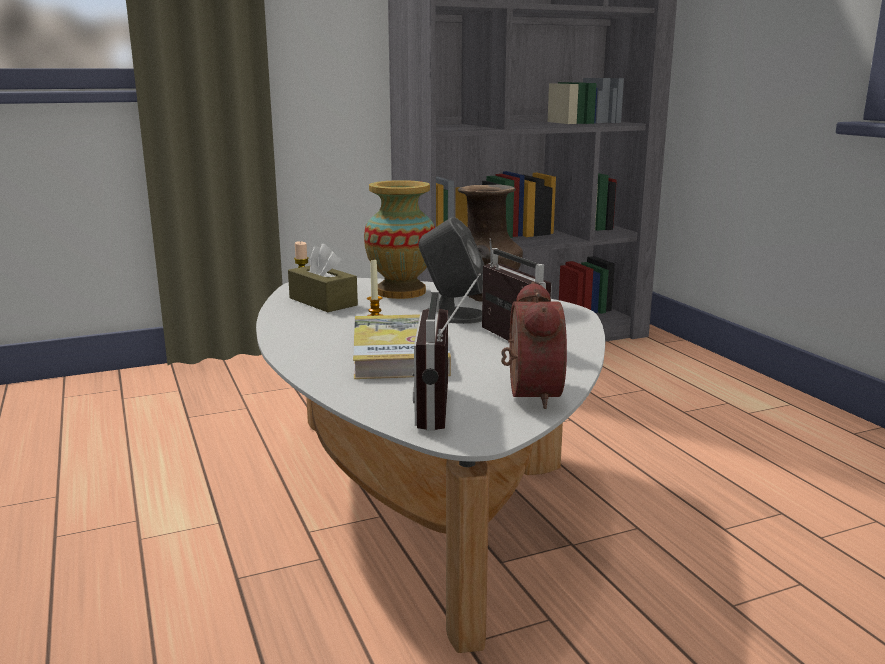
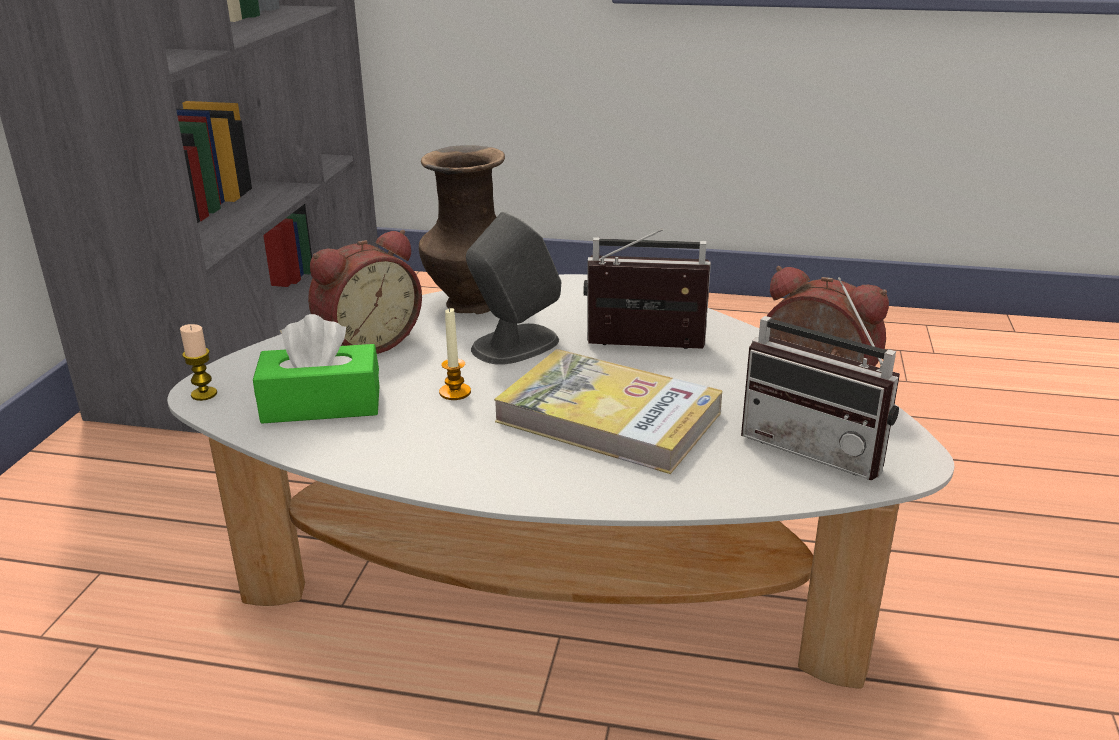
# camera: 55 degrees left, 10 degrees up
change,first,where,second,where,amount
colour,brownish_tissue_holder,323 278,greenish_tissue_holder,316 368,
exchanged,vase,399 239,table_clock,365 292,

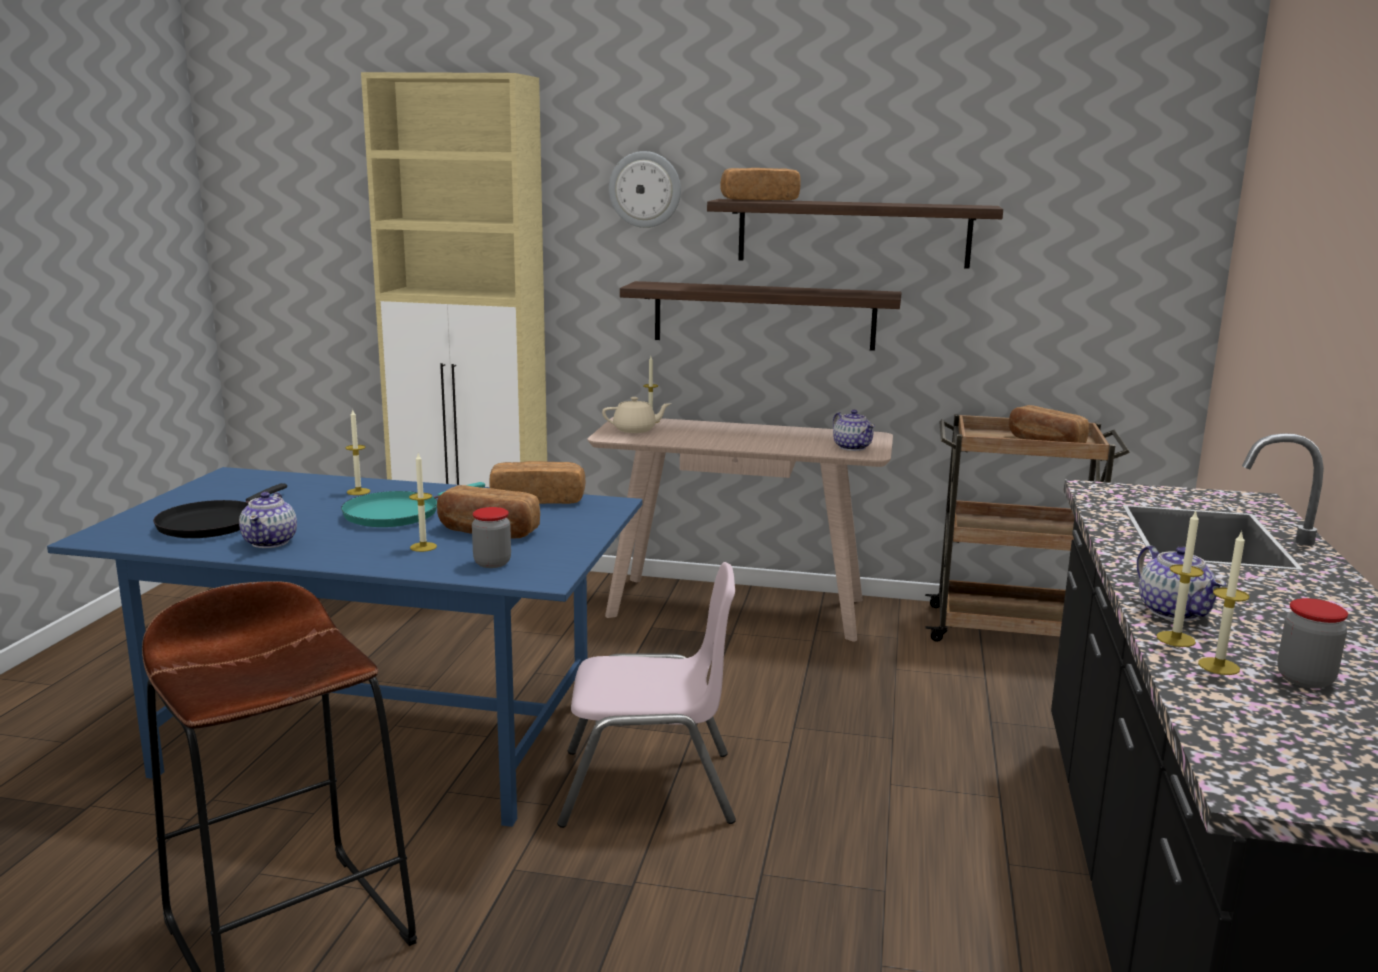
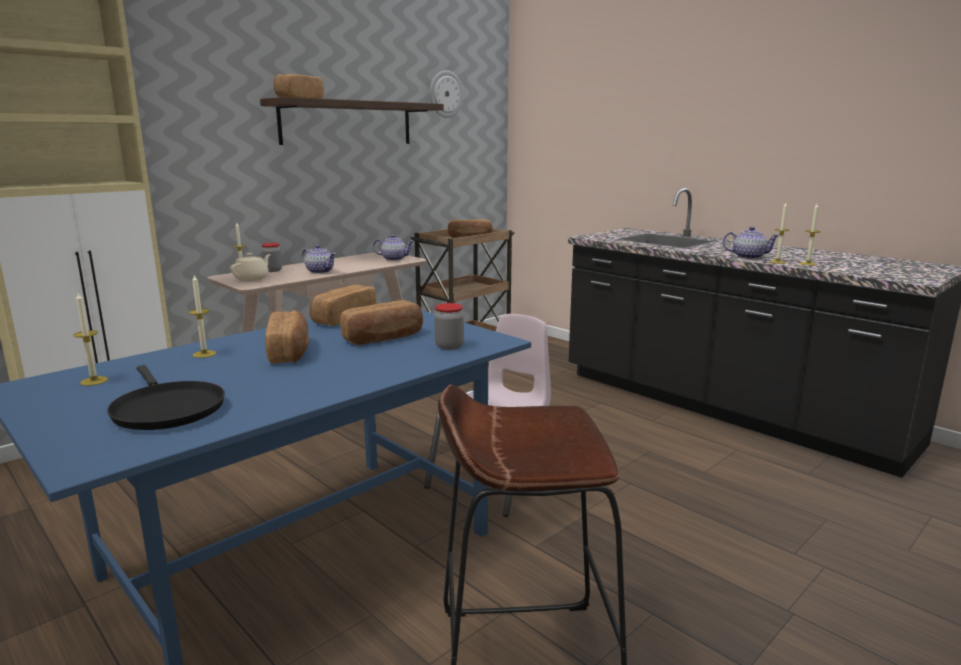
# camera: 55 degrees left, 0 degrees up
change,first,where,second,where,amount
relocated,wax_light,423 502,,90 339,
relocated,storage_jar,1312 643,,271 257,
exchanged,turquoise_frying_pan,413 504,bakery_bread,287 337,
relocated,tea_pot,268 520,,319 259,
relocated,wall_clock,645 189,,446 94,
missing,bracket_shelf,761 316,,,

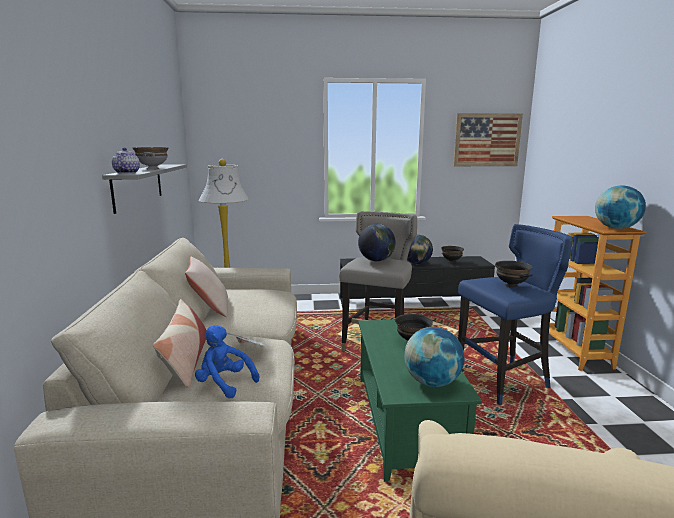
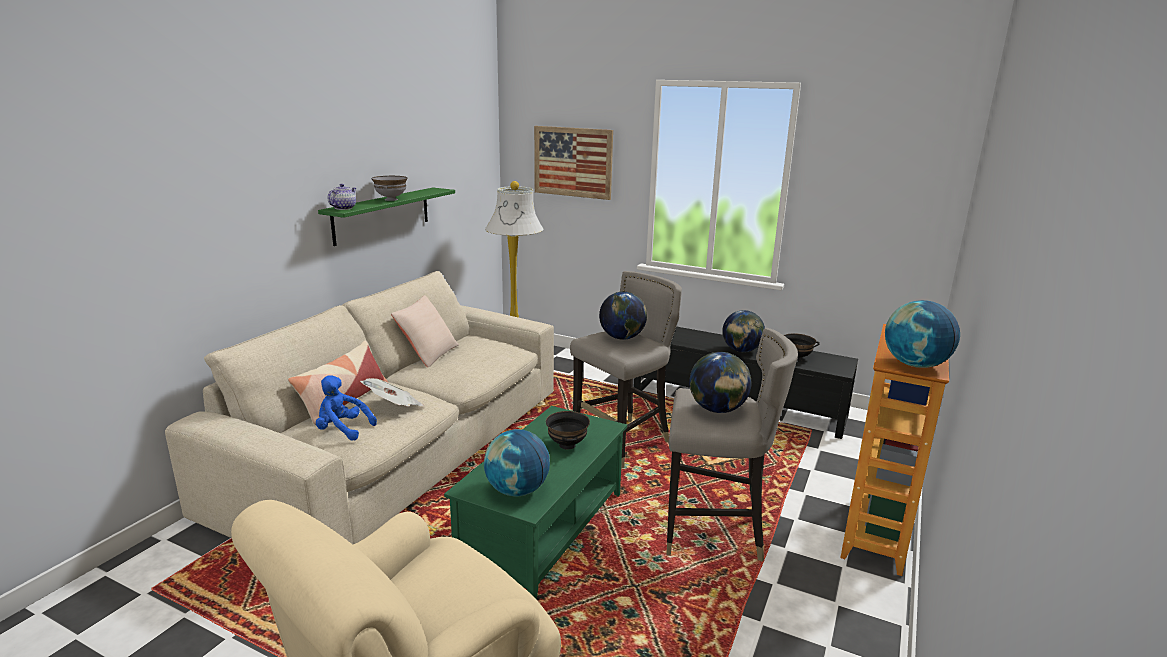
# camera: 30 degrees right, 5 degrees up
change,first,where,second,where,amount
spun,bluish_plush_toy,227 361,,346 408,45 degrees counterclockwise
colour,grey_bracket_shelf,144 189,greenish_bracket_shelf,386 217,
relocated,wall_picture,488 139,,573 163,
colour,bluish_stool,515 314,grey_stool,732 445,
exchanged,blackish_deep_dish,514 274,world_globe,720 382,

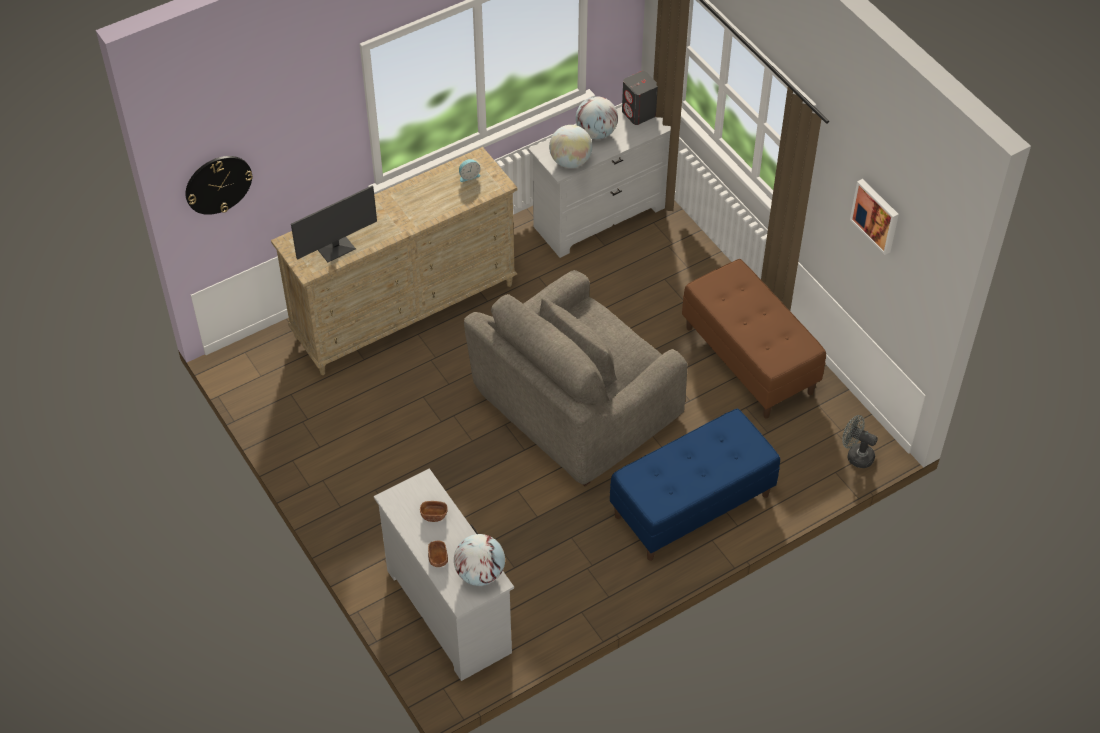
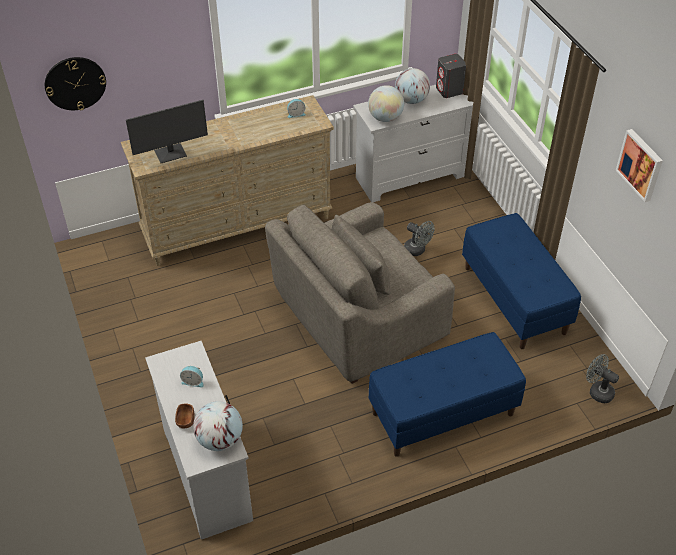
# camera: 10 degrees right, 5 degrees down
change,first,where,second,where,amount
exchanged,brownish_deep_dish,434 511,table_clock,192 377,
appeared,,,grey_fan,419 238,
colour,brownish_indoor_bench,754 339,bluish_indoor_bench,521 281,

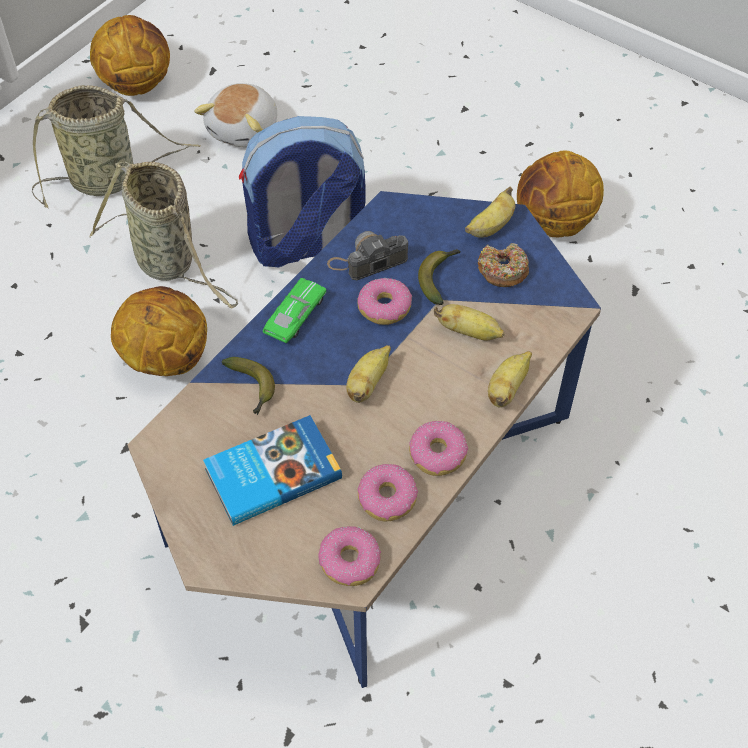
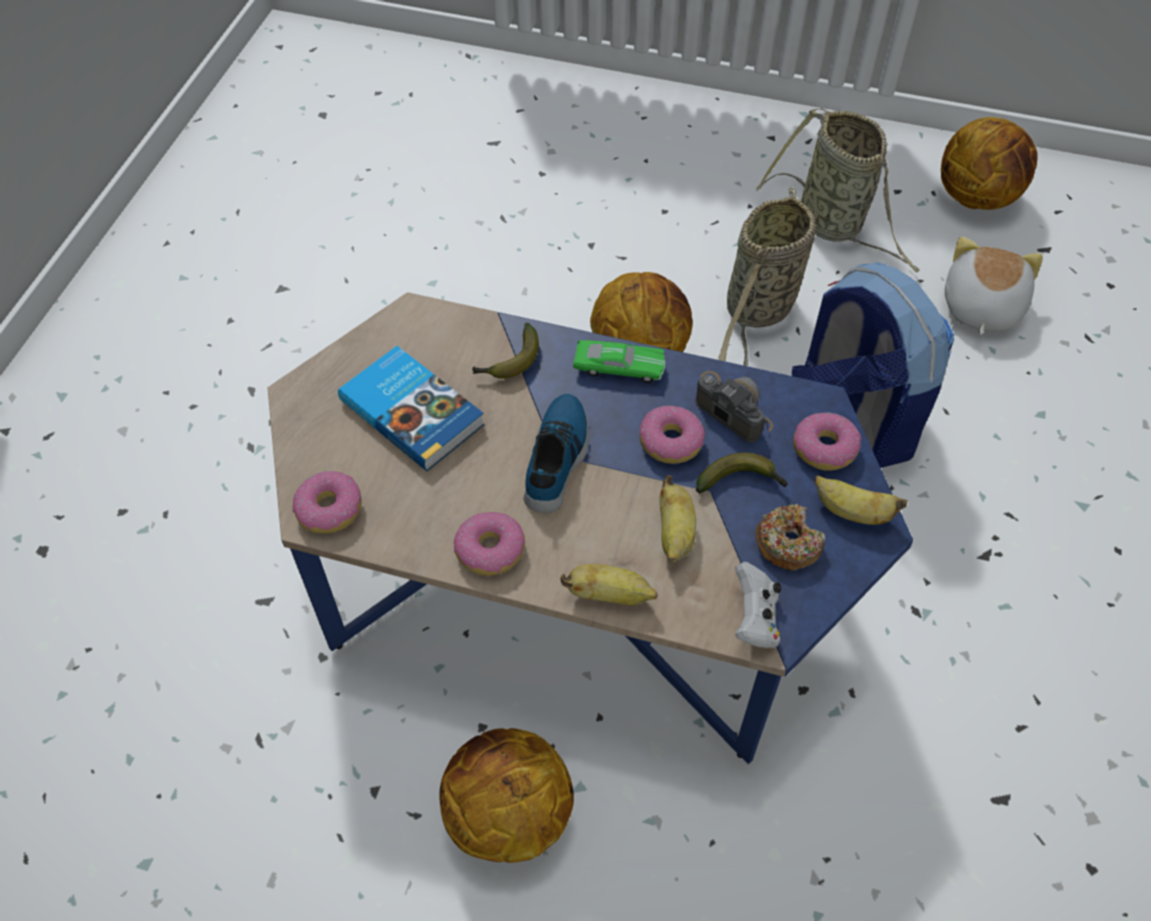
# camera: 70 degrees right, 0 degrees up
change,first,where,second,where,amount
relocated,basketball,560 193,,506 795,
exchanged,banana,368 374,shoe,556 453,
appeared,,,whitish_gamepad,758 605,
relocated,doughnut,388 493,,827 441,
spun,plush_toy,235 115,,994 285,105 degrees clockwise

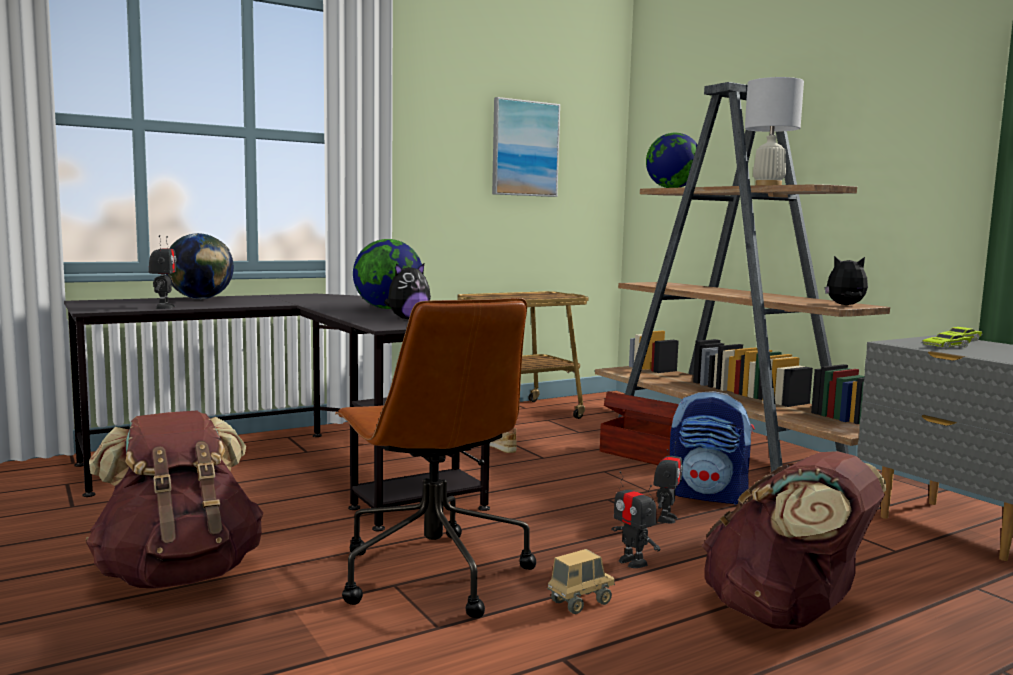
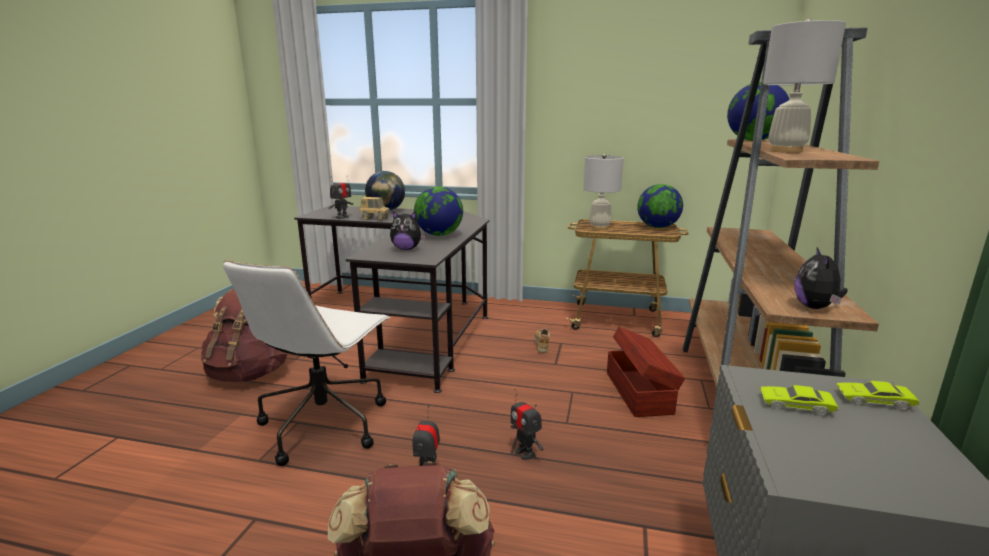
# camera: 45 degrees right, 10 degrees up
change,first,where,second,where,amount
colour,brownish_desk_chair,435 458,whitish_desk_chair,306 363,
relocated,model_truck,581 581,,374 209,
spun,toy_robot,668 482,,527 424,75 degrees clockwise
appeared,,,whitish_tabletop_lamp,603 192,
appeared,,,world_globe,660 206,
spun,plush_toy,846 280,,821 278,135 degrees counterclockwise
missing,wall_picture,526 147,,,
missing,knapsack,712 448,,,

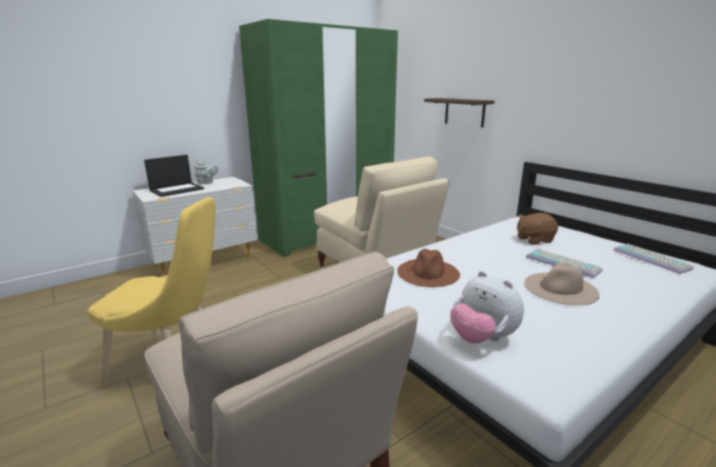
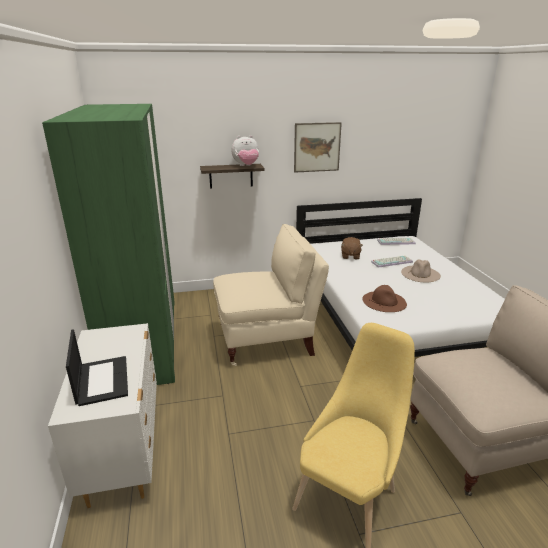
# camera: 65 degrees left, 5 degrees up
change,first,where,second,where,amount
relocated,plush_toy,487 307,,245 150,
appeared,,,wall_picture,318 147,
missing,grey_tea_pot,206 173,,,

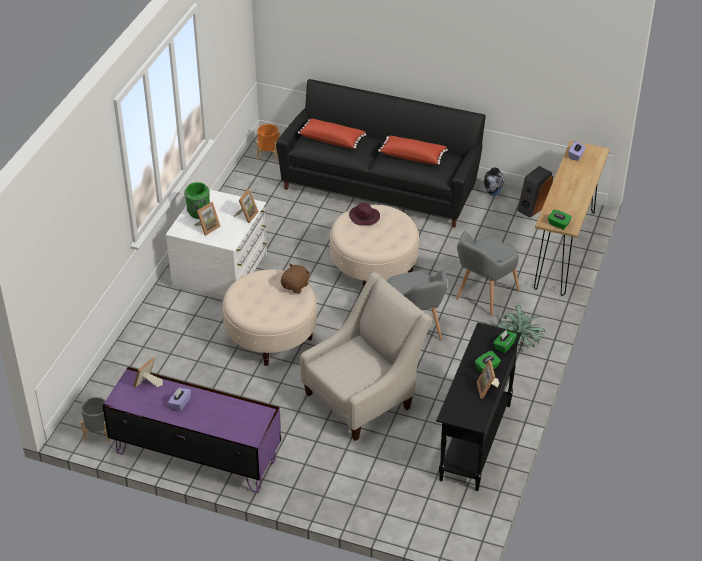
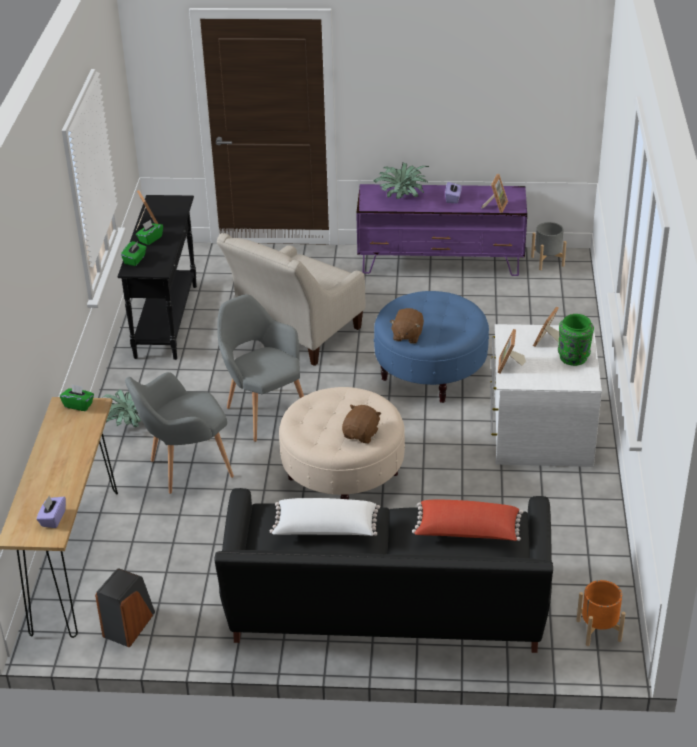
# camera: 165 degrees right, 5 degrees down
change,first,where,second,where,amount
spun,grey_easy_chair,488 273,,179 433,135 degrees counterclockwise
colour,reddish_cushion,413 150,whitish_cushion,325 517,
exchanged,purple_wearable_hat,364 214,brownish_plush_toy,361 423,
appeared,,,potted_plant,401 181,
colour,sand-coloured_ottoman,269 317,bluish_ottoman,431 347,
missing,vase,494 182,,,

